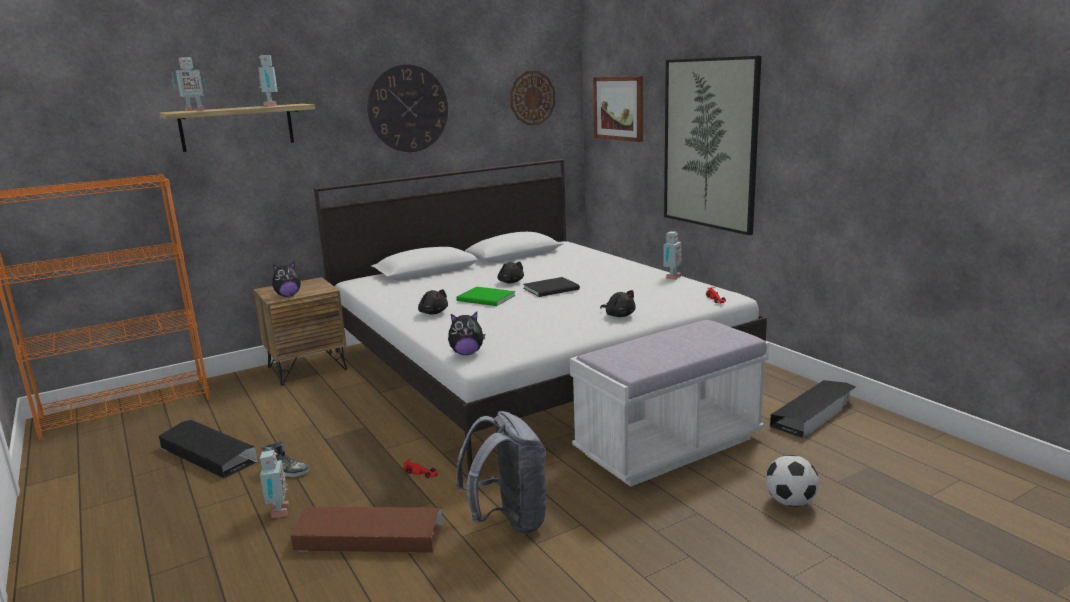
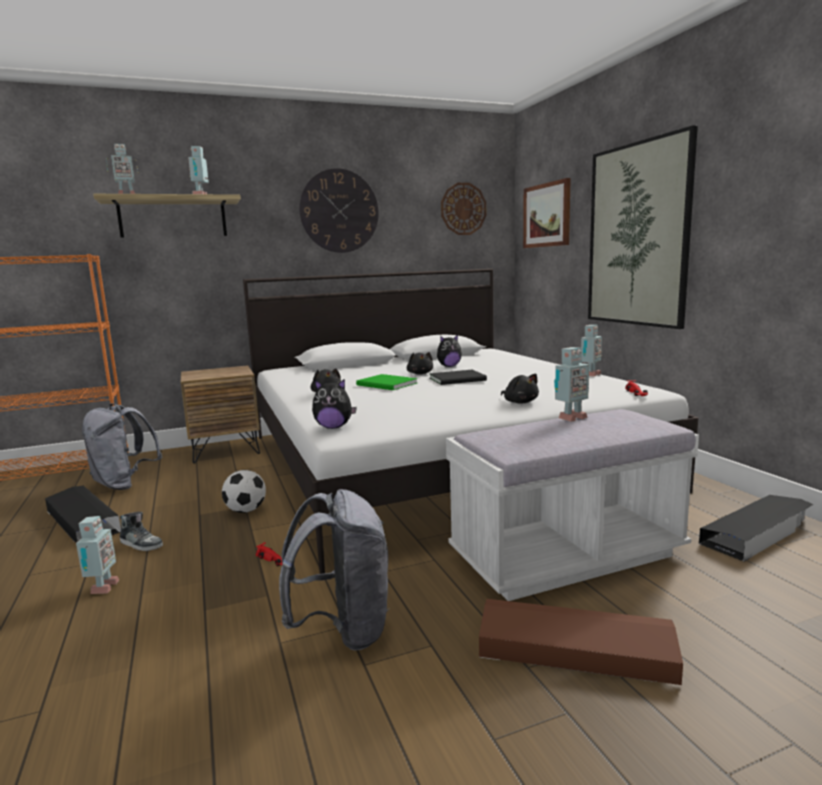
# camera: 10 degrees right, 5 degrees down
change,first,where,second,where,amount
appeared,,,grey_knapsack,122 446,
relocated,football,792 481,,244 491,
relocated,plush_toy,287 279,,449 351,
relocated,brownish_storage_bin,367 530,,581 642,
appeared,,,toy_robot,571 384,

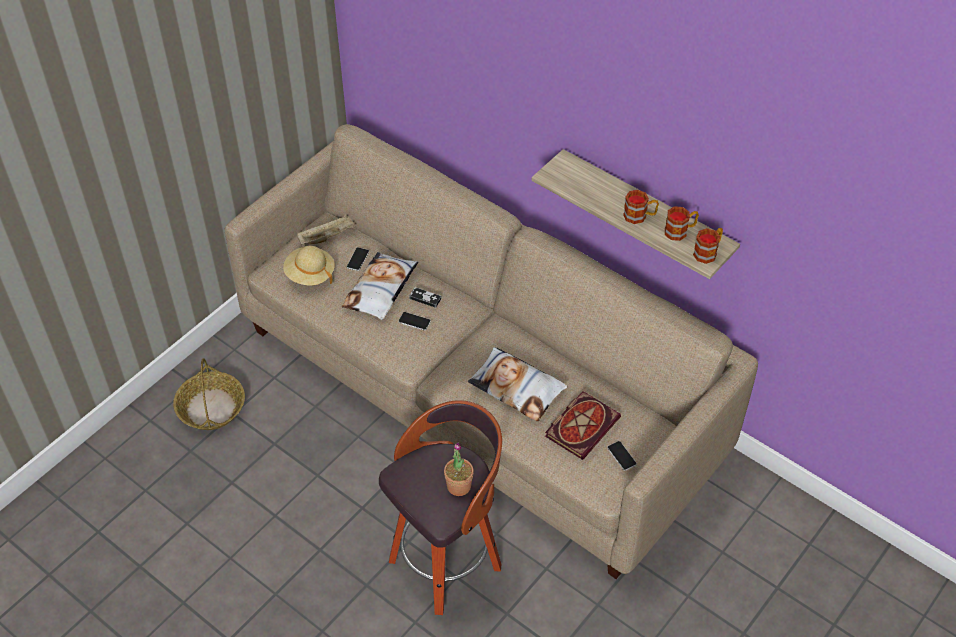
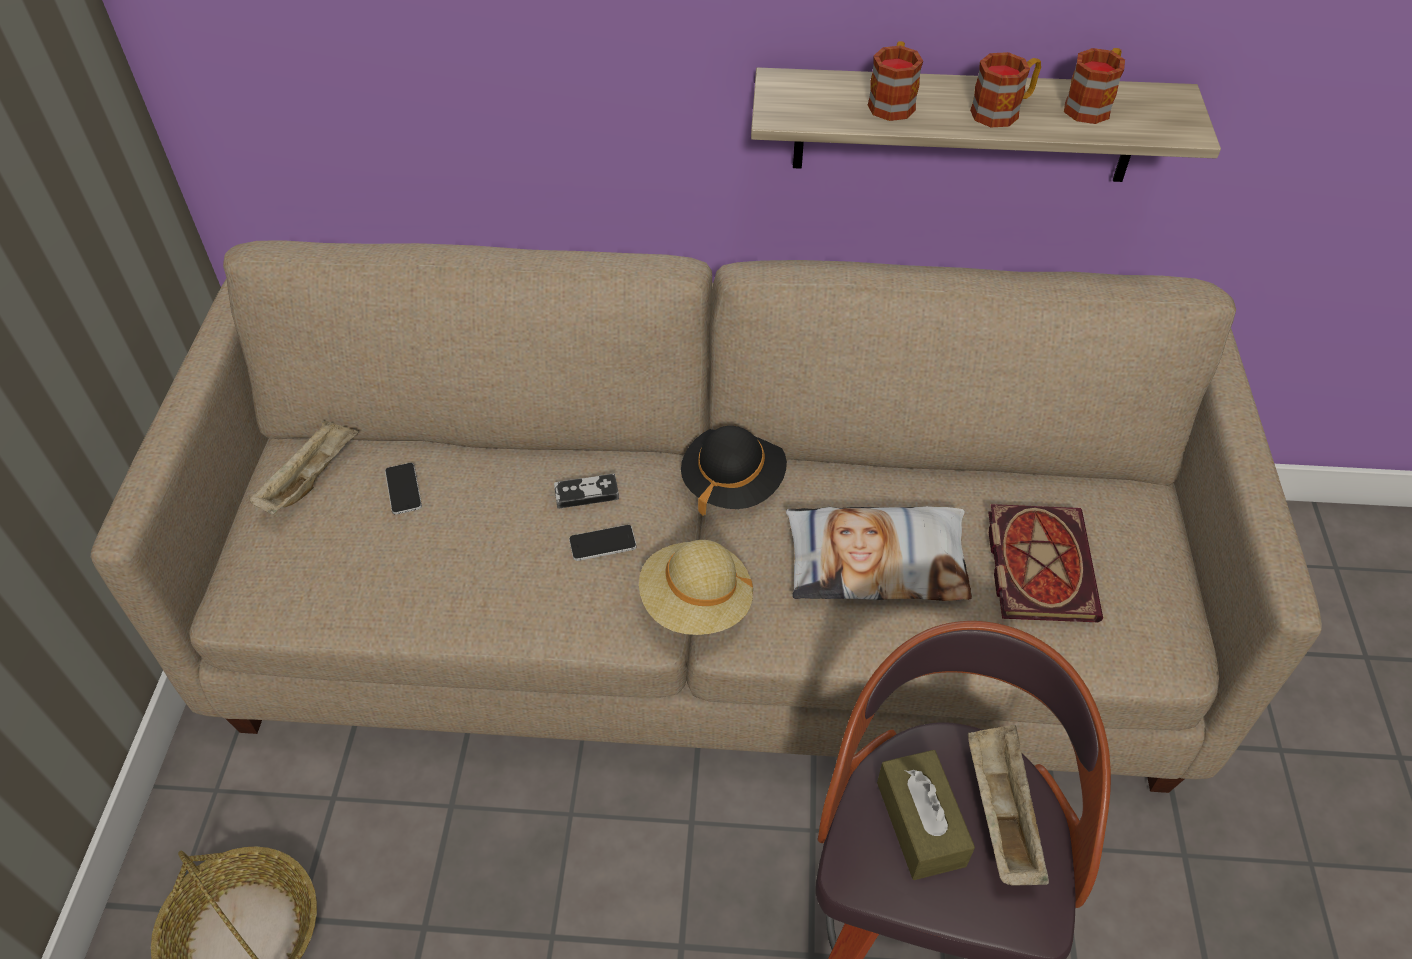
# camera: 35 degrees left, 0 degrees up
change,first,where,second,where,amount
relocated,sand-coloured_wearable_hat,309 265,,696 587,
appeared,,,blackish_wearable_hat,734 471,
relocated,mug,708 246,,895 81,
appeared,,,brownish_tissue_holder,926 815,
exchanged,potted_plant,459 469,sand-coloured_carrying_tray,1008 805,
missing,cushion,380 286,,,
missing,handset,622 456,,,

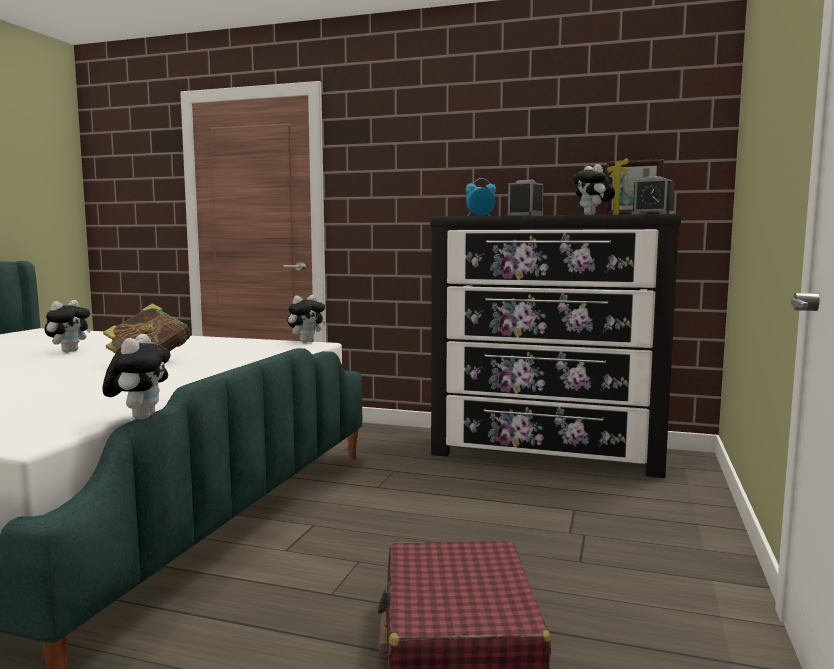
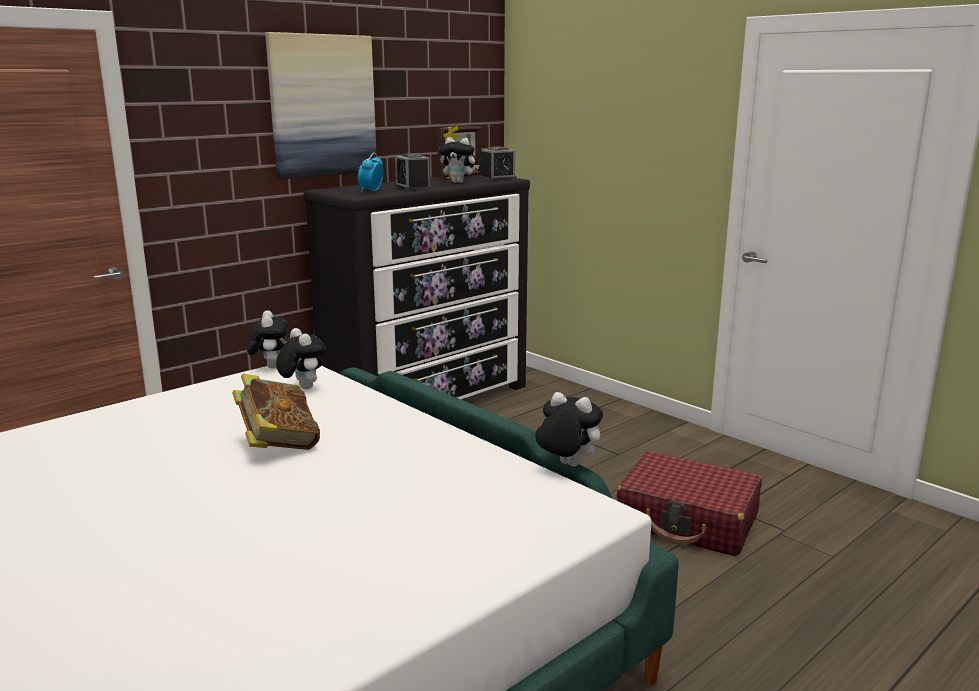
# camera: 60 degrees left, 10 degrees up
change,first,where,second,where,amount
appeared,,,wall_picture,320 105,
relocated,plush_toy,67 326,,300 359,

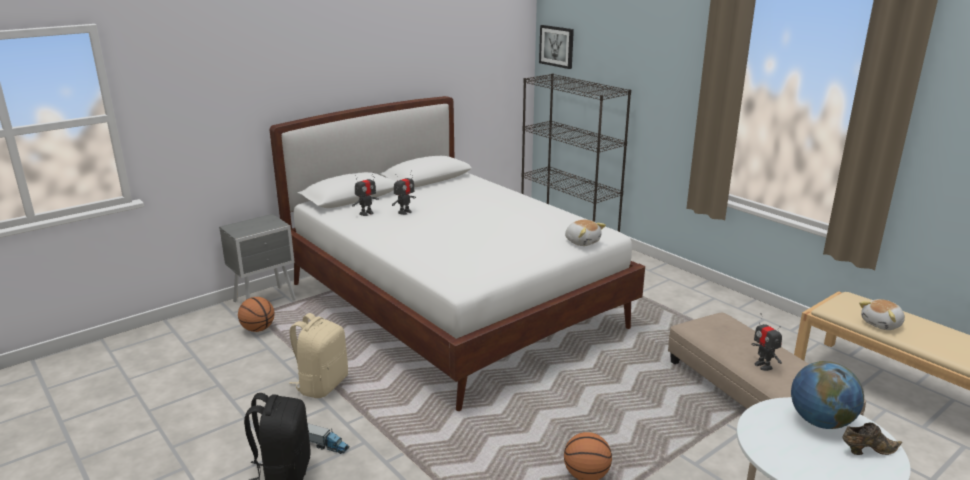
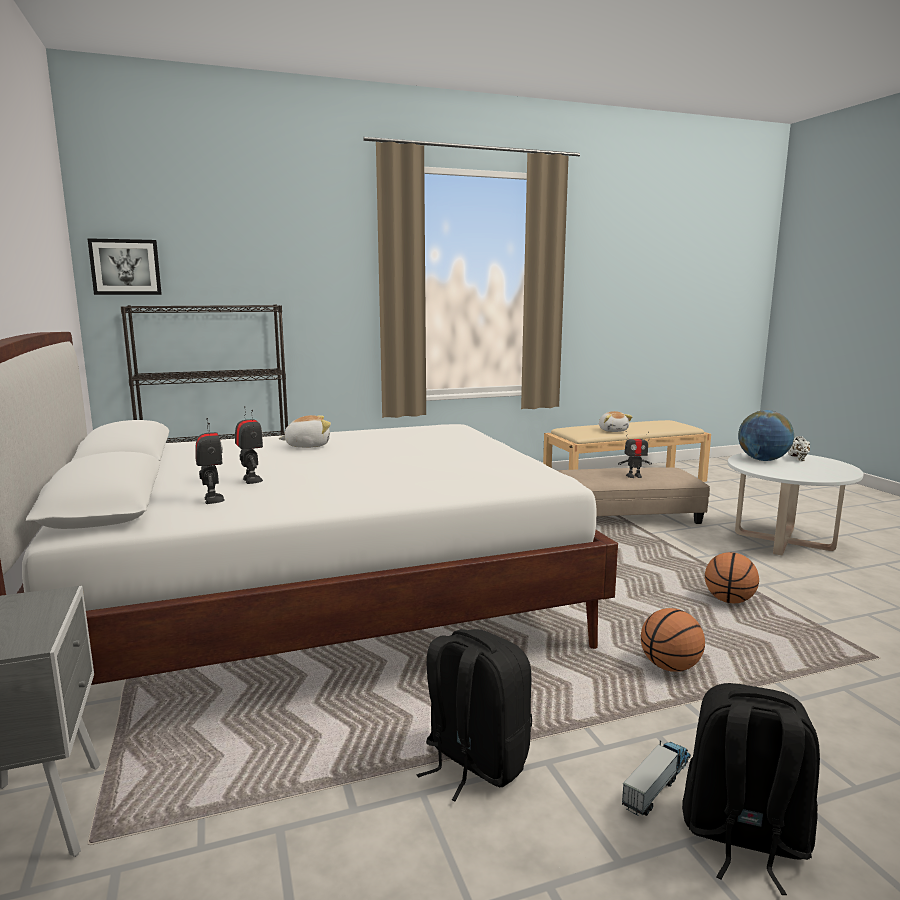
# camera: 70 degrees left, 10 degrees down
change,first,where,second,where,amount
relocated,plush_toy,585 233,,304 431,
colour,sand-coloured_knapsack,318 355,blackish_knapsack,474 715,
relocated,basketball,256 314,,673 640,
colour,brownish_shoe,872 439,whitish_shoe,799 448,

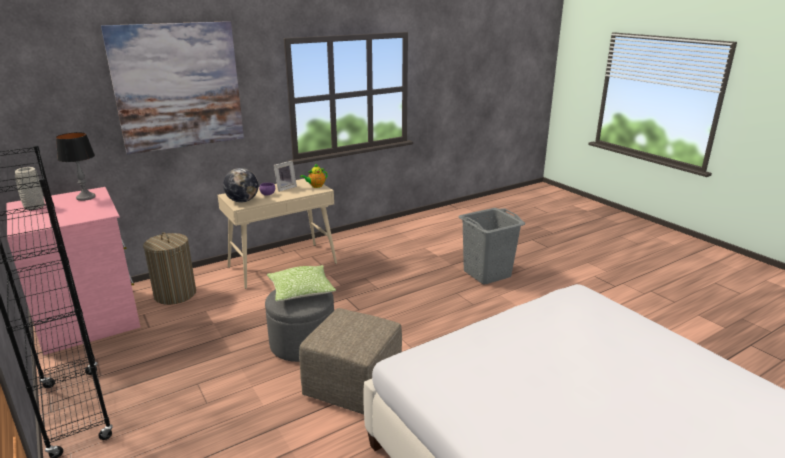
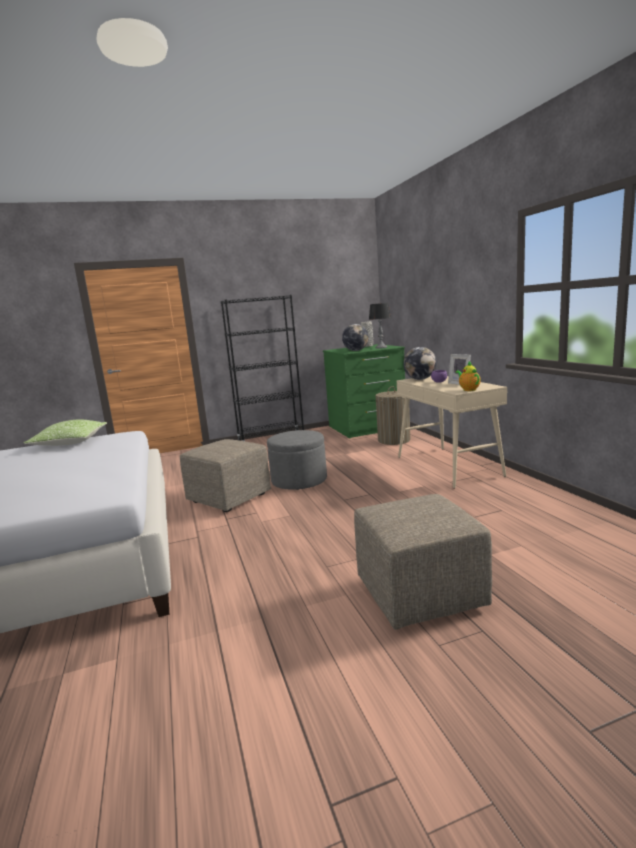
# camera: 105 degrees right, 10 degrees down
change,first,where,second,where,amount
relocated,cushion,301 283,,65 433,
colour,pinkish_chest_of_drawers,73 271,greenish_chest_of_drawers,364 391,
appeared,,,world_globe,355 337,
exchanged,grey_washing_basket,492 246,sand-coloured_ottoman,423 562,
missing,wall_picture,172 88,,,

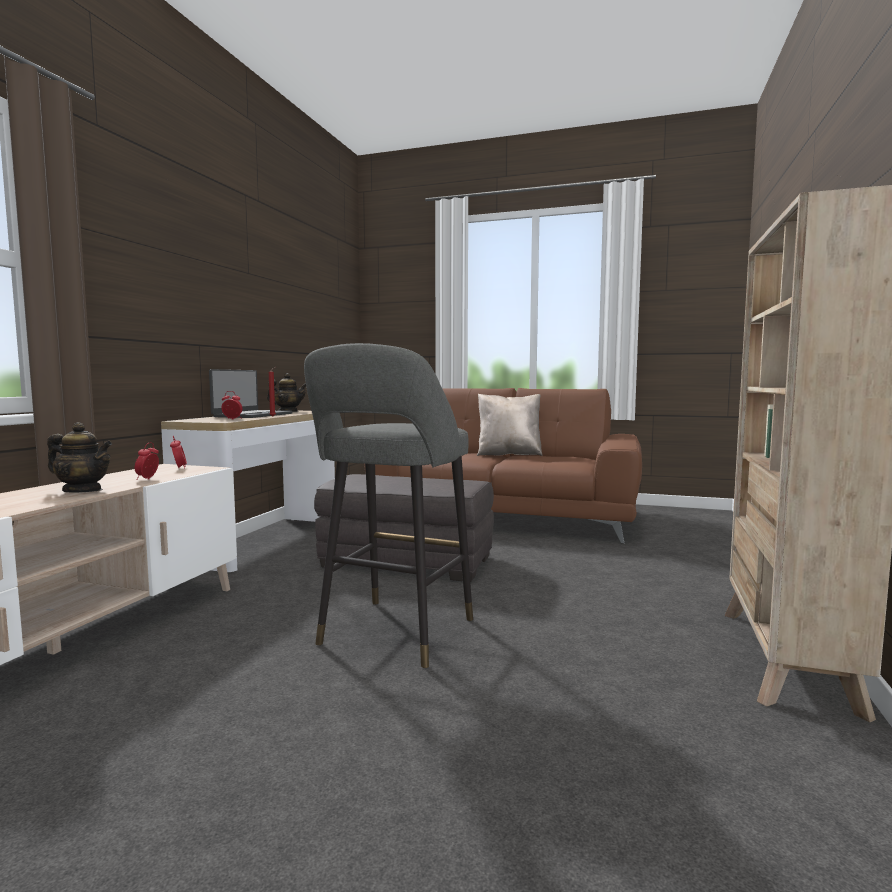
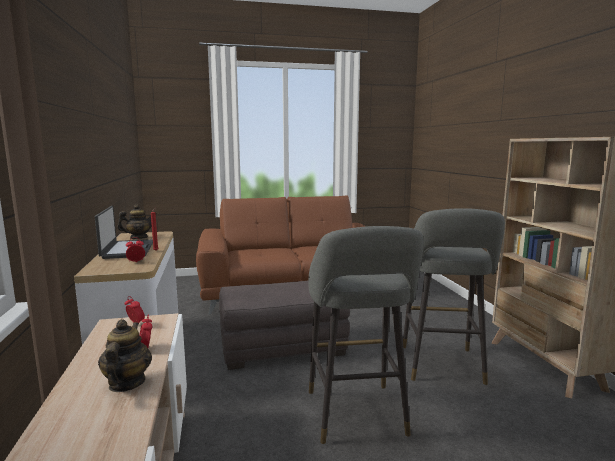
# camera: 30 degrees left, 5 degrees up
change,first,where,second,where,amount
spun,tea_pot,79 457,,125 355,75 degrees counterclockwise
appeared,,,grey_stool,454 296,
missing,sand-coloured_cushion,510 425,,,

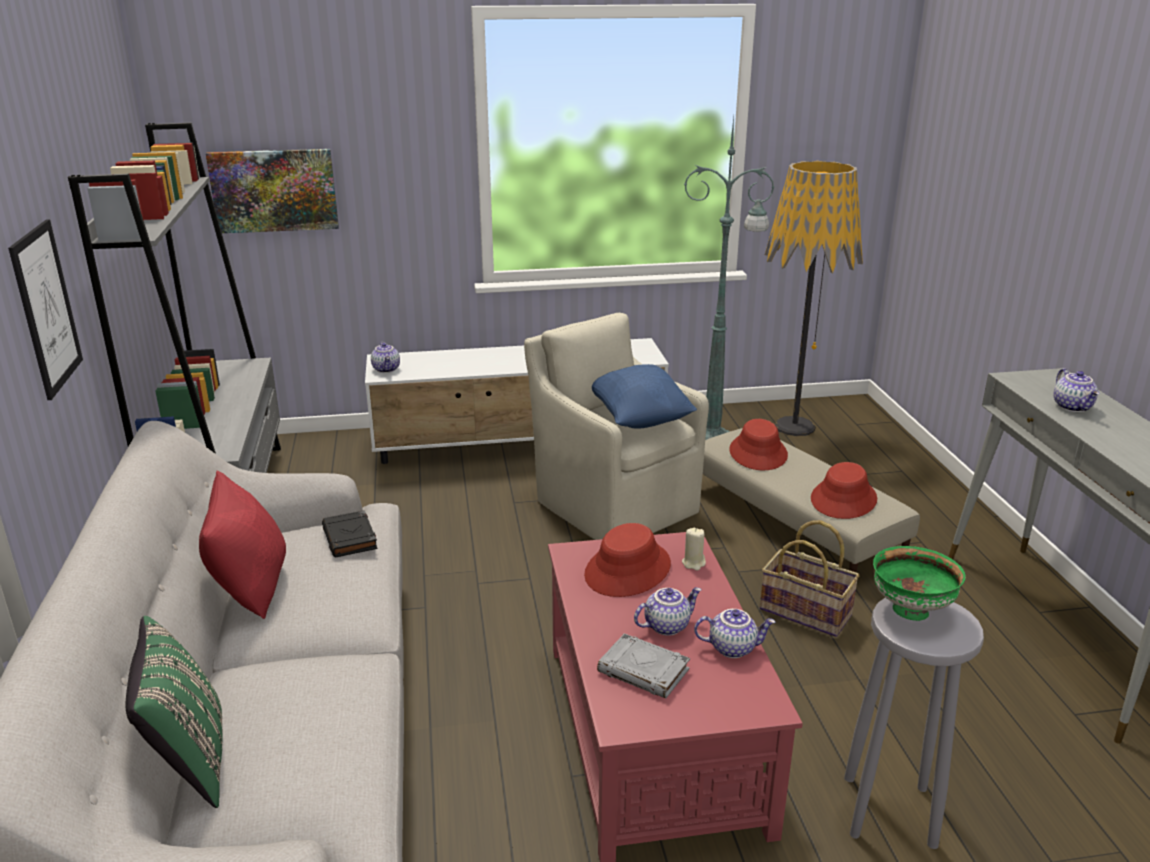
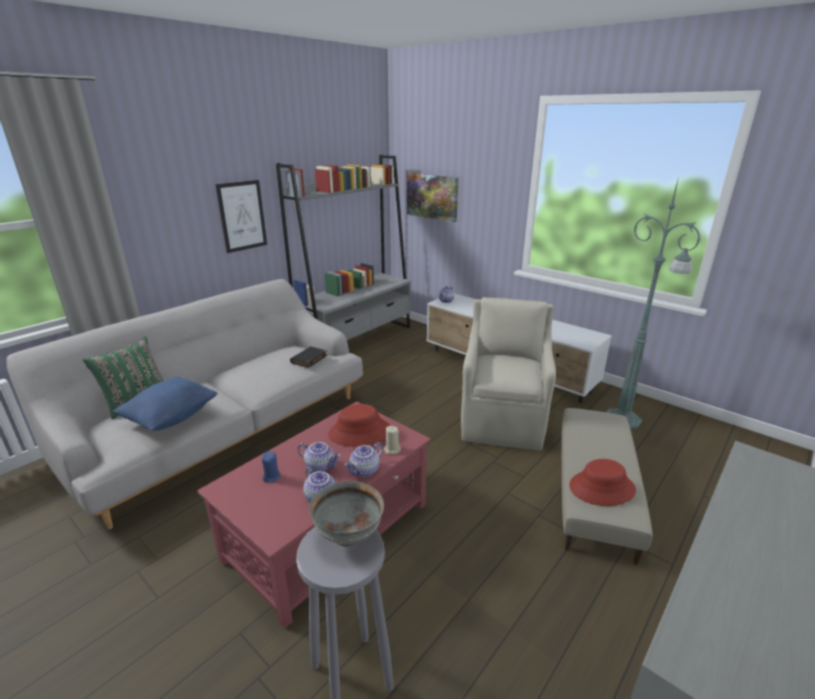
# camera: 50 degrees right, 0 degrees up
change,first,where,second,where,amount
relocated,bluish_cushion,644 396,,165 404,
exchanged,grey_book,643 665,bluish_wax_light,271 467,
colour,greenish_deep_dish,919 583,grey_deep_dish,346 514,
relocated,tea_pot,1077 390,,363 459,
missing,reddish_cushion,242 545,,,
missing,reddish_wearable_hat,758 444,,,
missing,basket,810 578,,,
missing,floor_lamp,814 298,,,

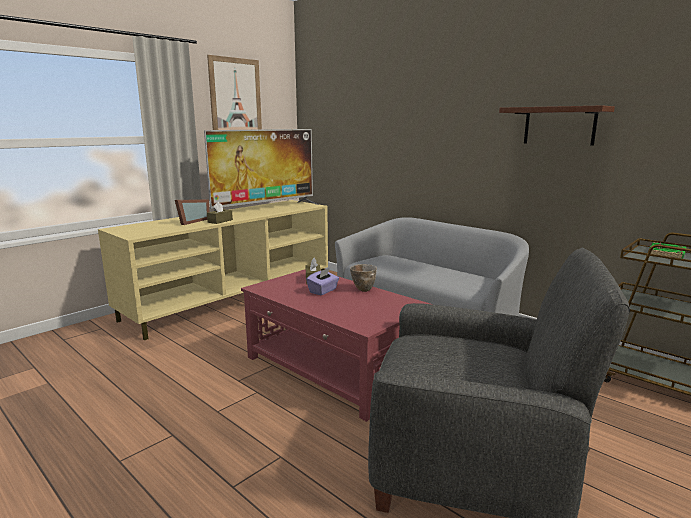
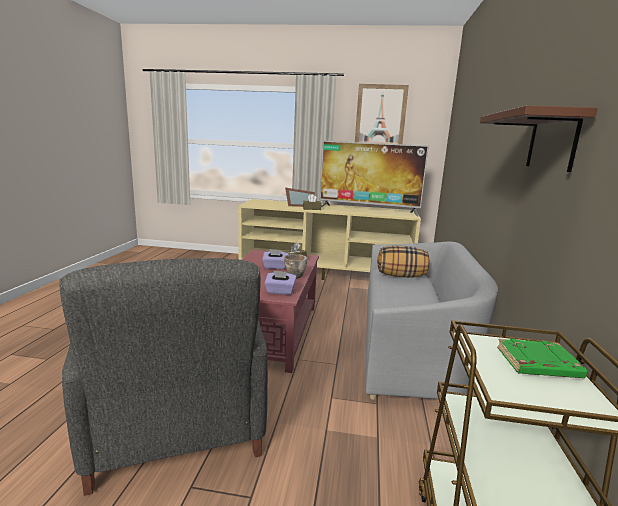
# camera: 55 degrees right, 0 degrees up
change,first,where,second,where,amount
appeared,,,purple_tissue_holder,280 283,
appeared,,,cushion,403 261,

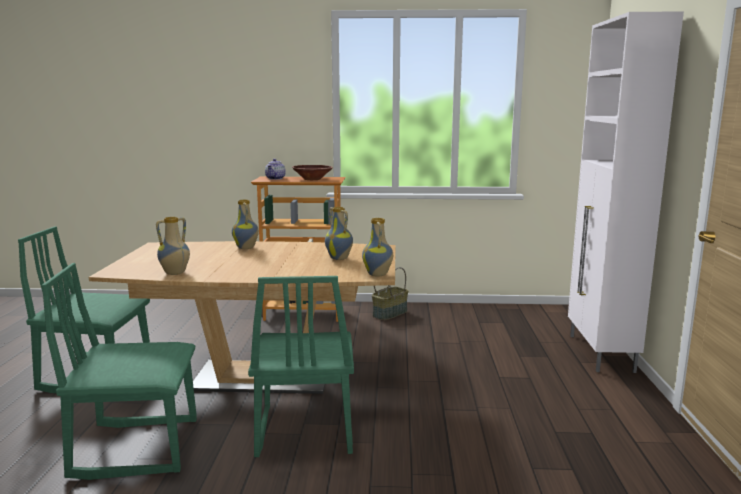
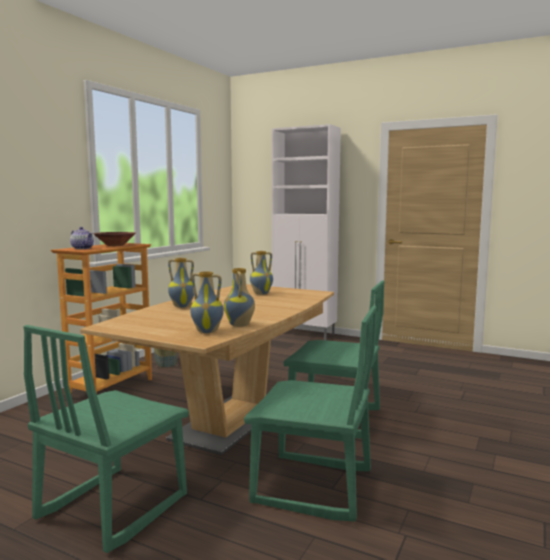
# camera: 65 degrees left, 5 degrees down
change,first,where,second,where,amount
relocated,vase,377 247,,207 302,
spun,greenish_plain_chair,119 371,,310 413,90 degrees counterclockwise

